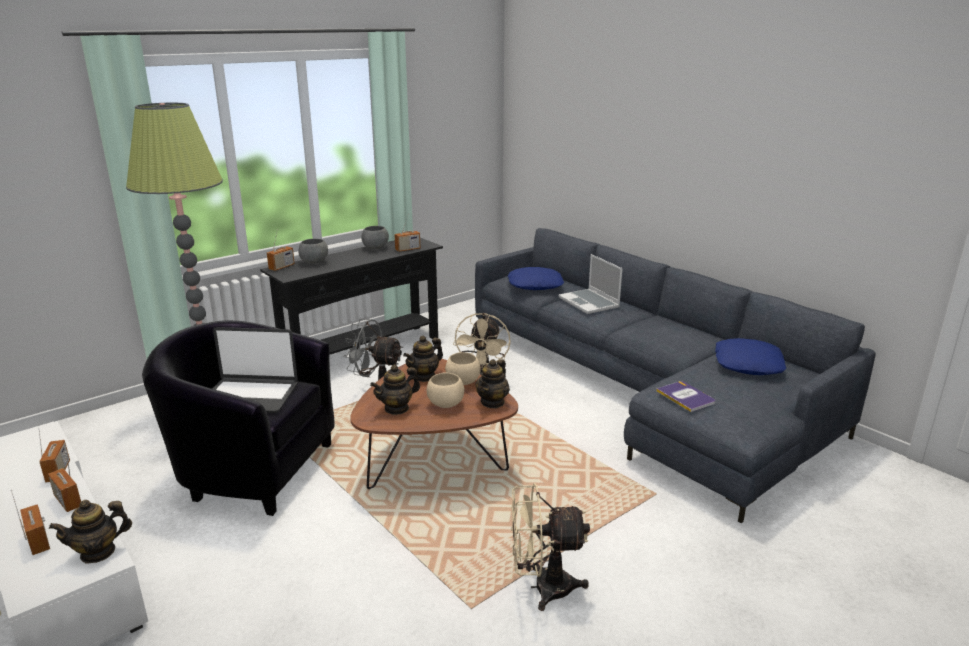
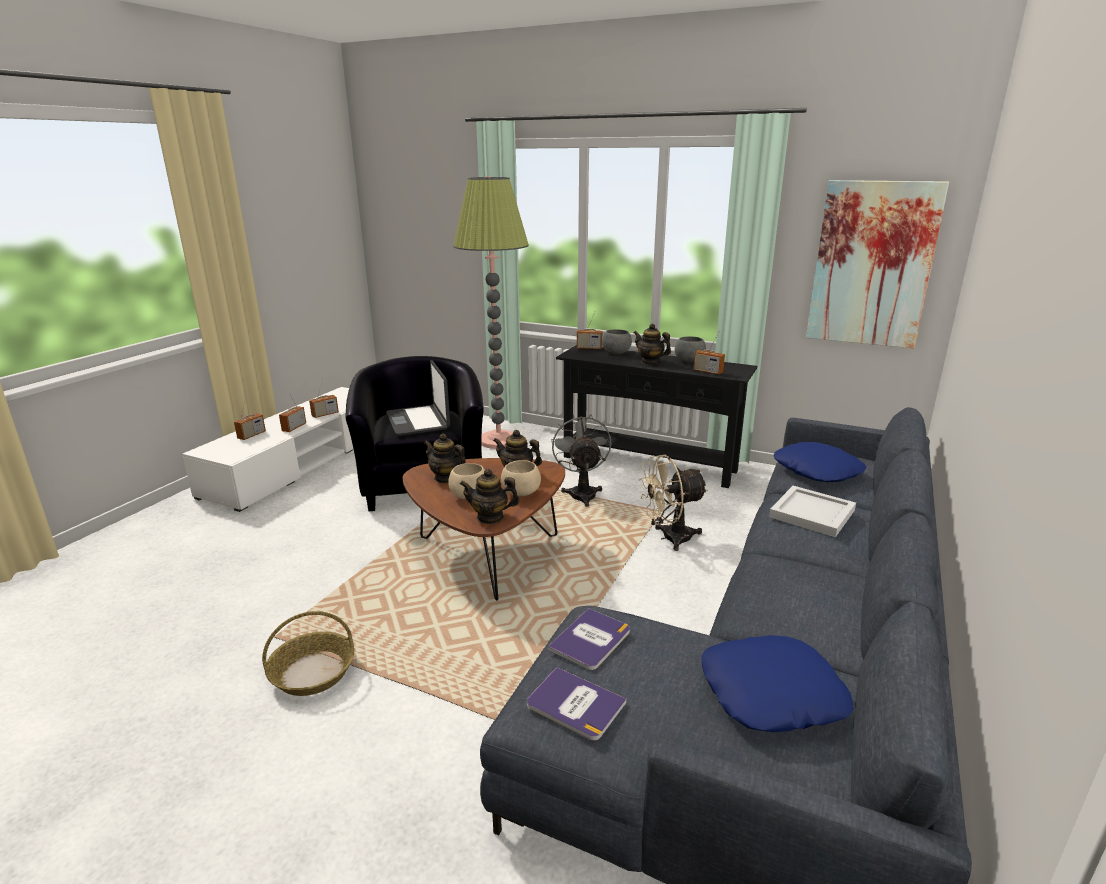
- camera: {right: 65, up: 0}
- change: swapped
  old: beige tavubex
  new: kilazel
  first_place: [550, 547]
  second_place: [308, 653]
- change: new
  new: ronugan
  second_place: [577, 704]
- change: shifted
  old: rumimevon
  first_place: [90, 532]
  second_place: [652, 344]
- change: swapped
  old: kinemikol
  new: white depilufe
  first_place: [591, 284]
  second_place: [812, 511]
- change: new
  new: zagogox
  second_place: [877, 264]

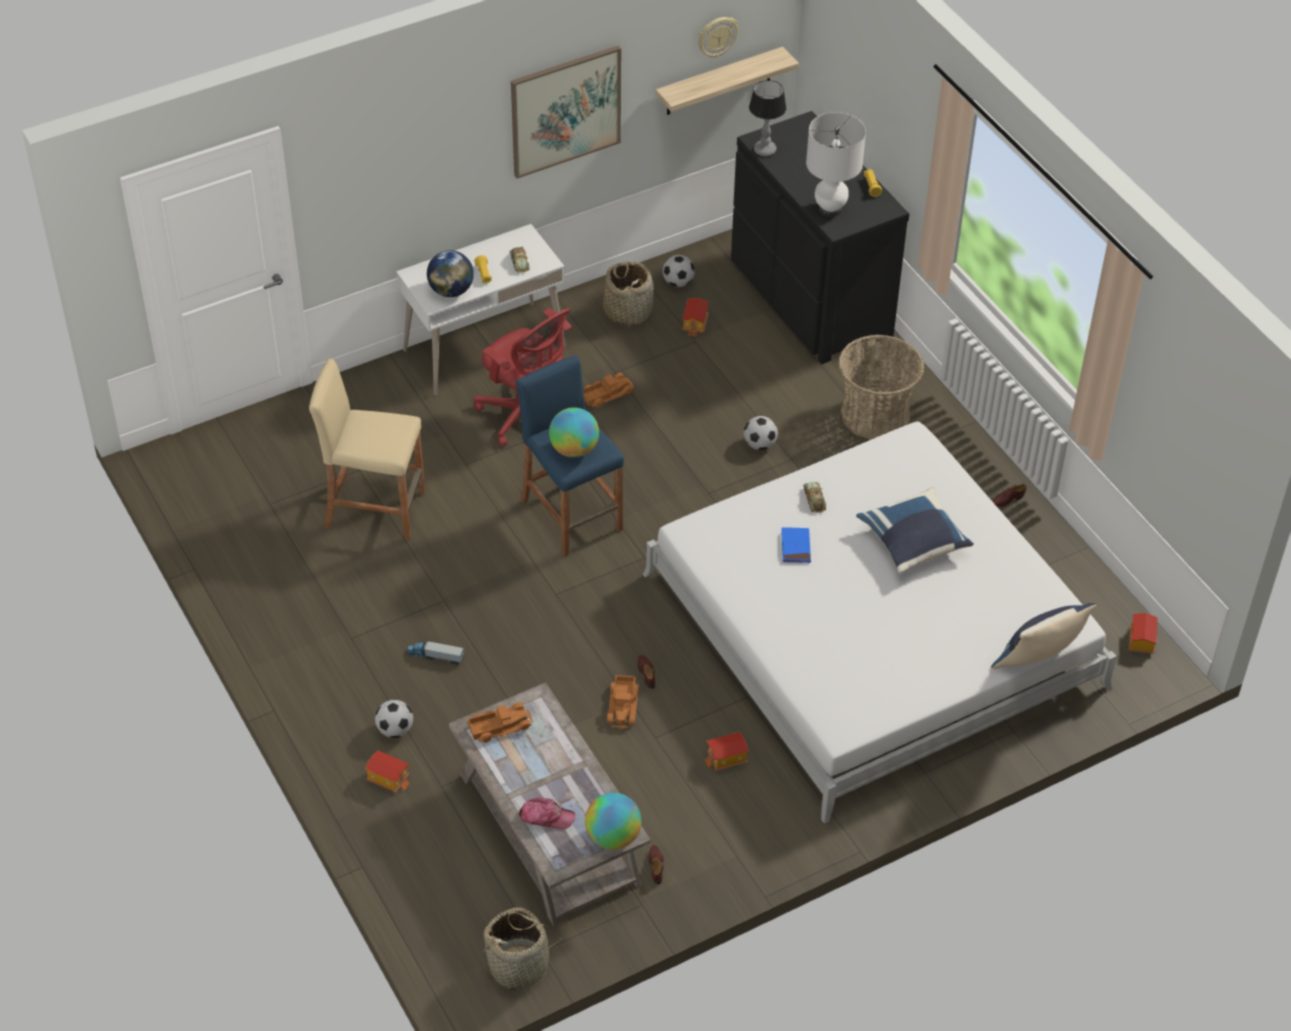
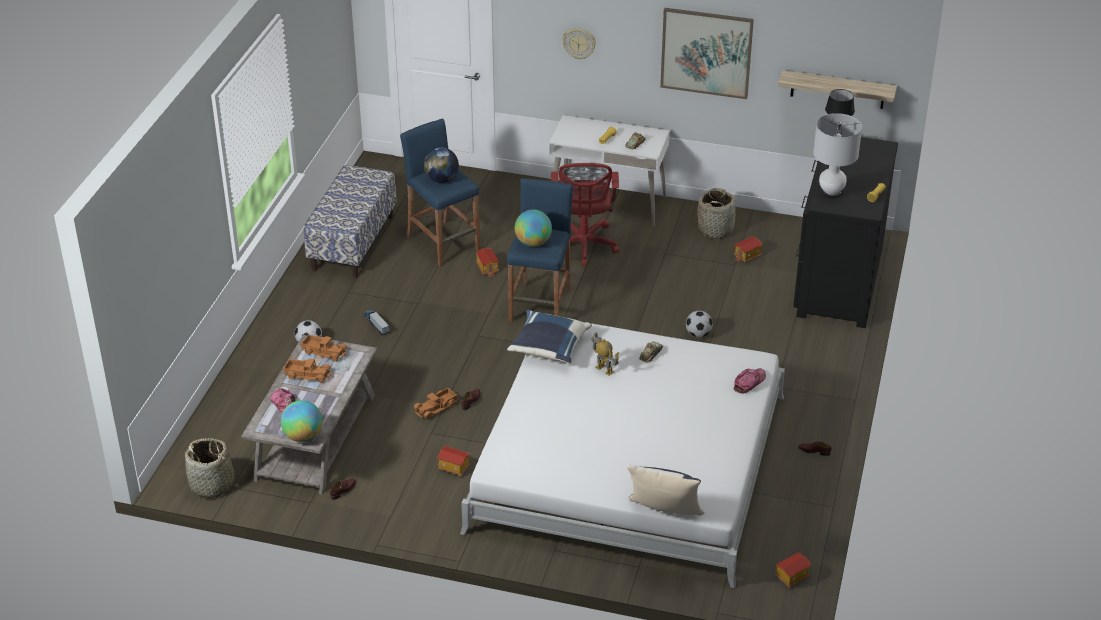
- camera: {right: 45, up: -10}
- change: shifted
  old: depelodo
  first_place: [608, 390]
  second_place: [307, 370]
- change: new
  new: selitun
  second_place: [350, 221]
- change: repainted
  old: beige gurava
  new: blue gurava
  first_place: [367, 449]
  second_place: [440, 193]
- change: shifted
  old: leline
  first_place: [450, 273]
  second_place: [441, 165]
- change: shifted
  old: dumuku
  first_place: [387, 772]
  second_place: [487, 262]
- change: shifted
  old: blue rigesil
  first_place: [915, 530]
  second_place: [549, 336]
- change: shifted
  old: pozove
  first_place: [718, 37]
  second_place: [579, 44]
- change: swapped
  old: blue ronugan
  new: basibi
  first_place: [796, 545]
  second_place: [605, 354]
- change: new
  new: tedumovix
  second_place: [750, 381]
- change: gone
  old: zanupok
  first_place: [679, 271]
- change: gone
  old: kilazel
  first_place: [881, 387]

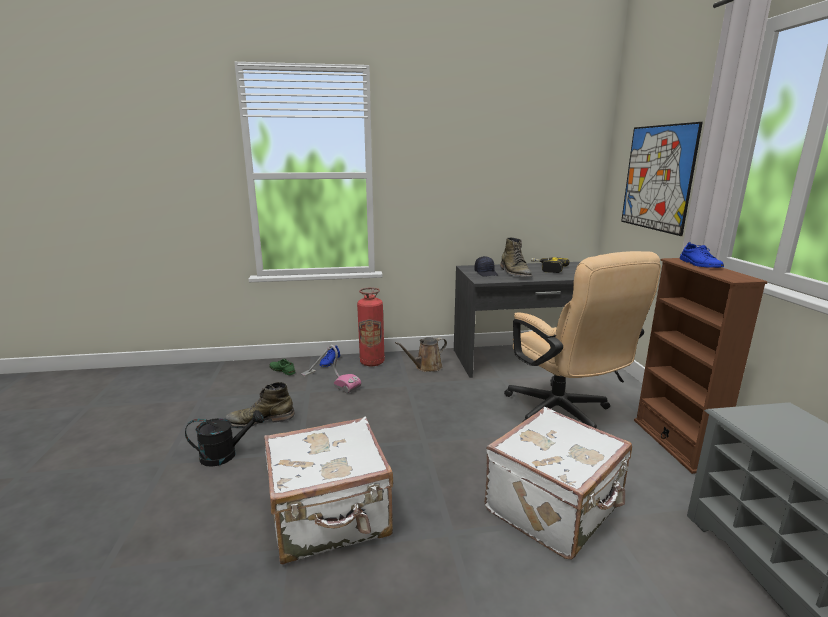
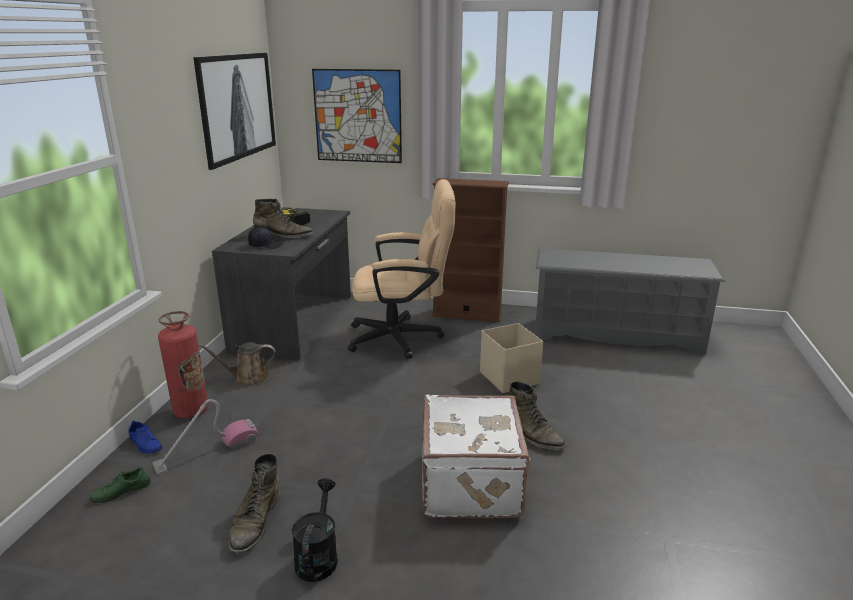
- camera: {right: -70, up: 5}
- change: new
  new: zagogox
  second_place: [234, 111]
- change: rotated
  old: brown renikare
  first_place: [421, 354]
  second_place: [236, 364]
  degrees: 90
- change: swapped
  old: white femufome
  new: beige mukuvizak
  first_place: [558, 483]
  second_place: [511, 358]
- change: new
  new: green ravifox
  second_place: [537, 415]
- change: gone
  old: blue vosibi
  first_place: [702, 255]

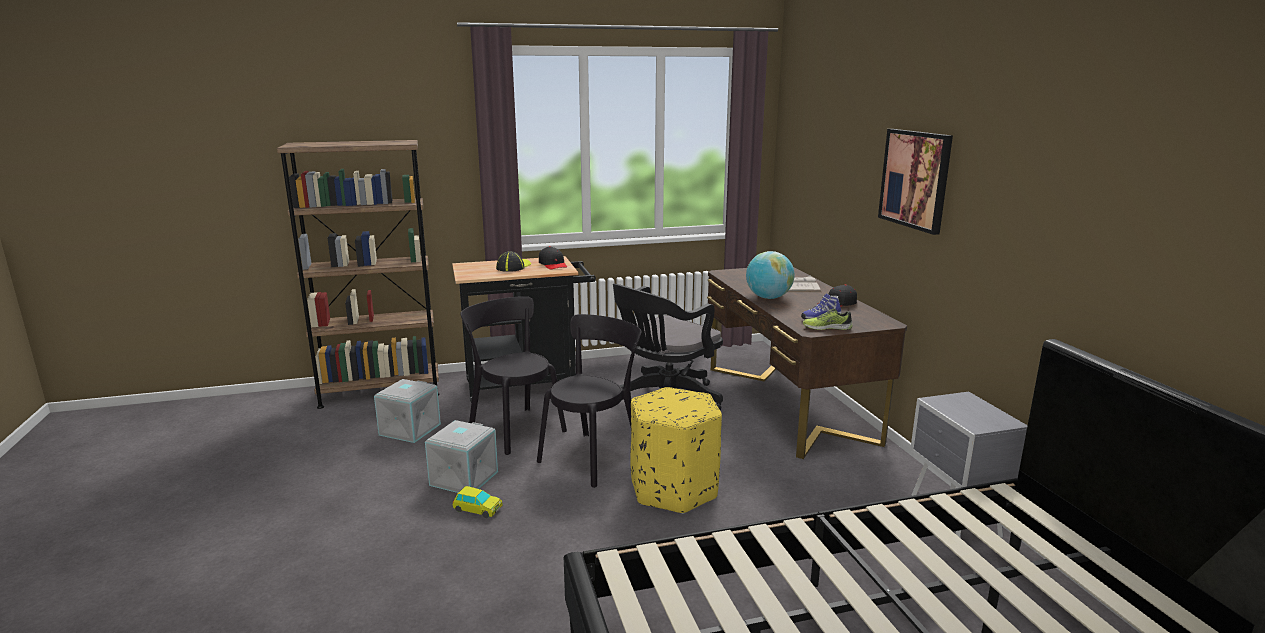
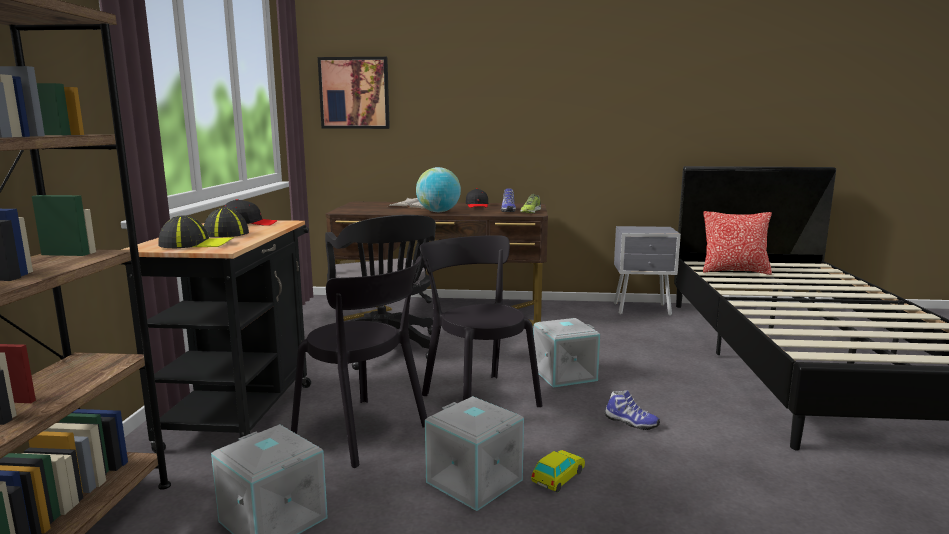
- camera: {right: -70, up: -5}
- change: new
  new: tedumovix
  second_place: [196, 231]
- change: rotated
  old: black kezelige
  first_place: [513, 375]
  second_place: [359, 362]
  degrees: -120
- change: shifted
  old: zagogox
  first_place: [915, 182]
  second_place: [354, 93]
- change: swapped
  old: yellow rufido
  new: grey mukuvizak
  first_place: [676, 450]
  second_place: [566, 352]
- change: new
  new: vosibi
  second_place: [632, 410]
- change: new
  new: rigesil
  second_place: [737, 243]

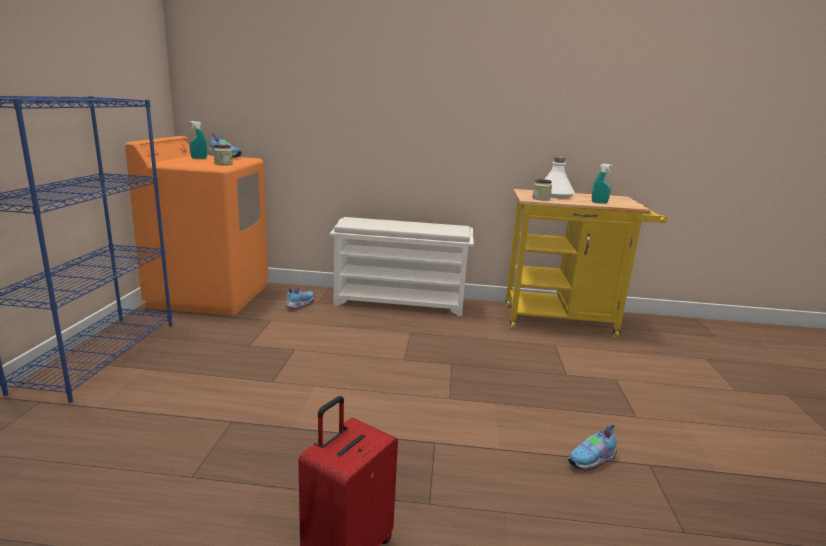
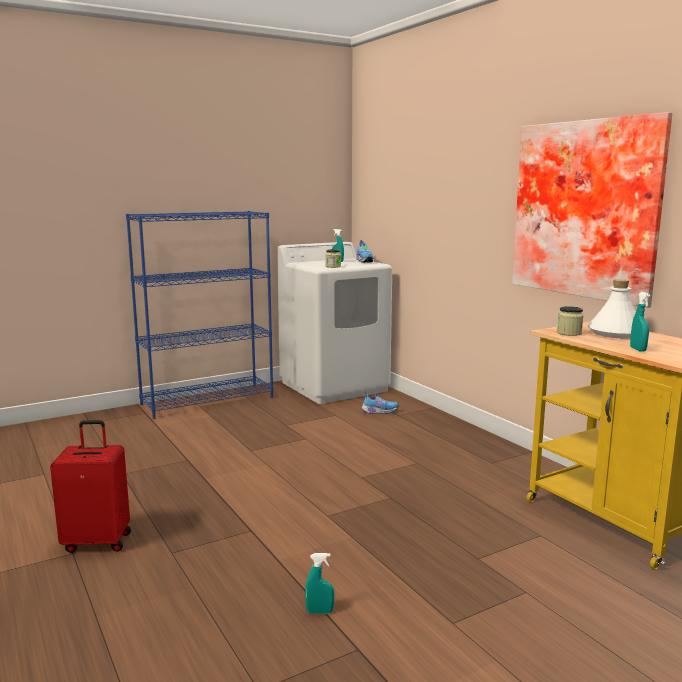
- camera: {right: 55, up: -5}
- change: repainted
  old: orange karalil
  new: white karalil
  first_place: [196, 226]
  second_place: [334, 323]
- change: swapped
  old: vosibi
  new: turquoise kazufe
  first_place: [592, 447]
  second_place: [319, 583]
- change: new
  new: zagogox
  second_place: [592, 210]
- change: gone
  old: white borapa
  first_place: [402, 266]

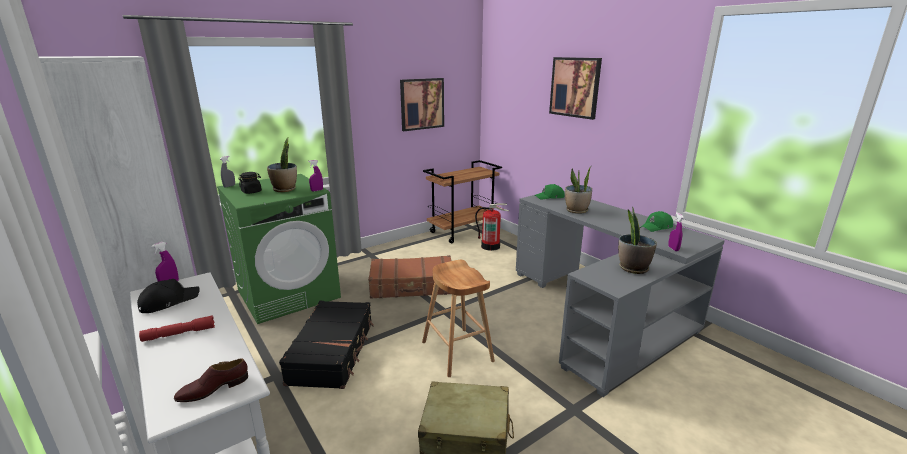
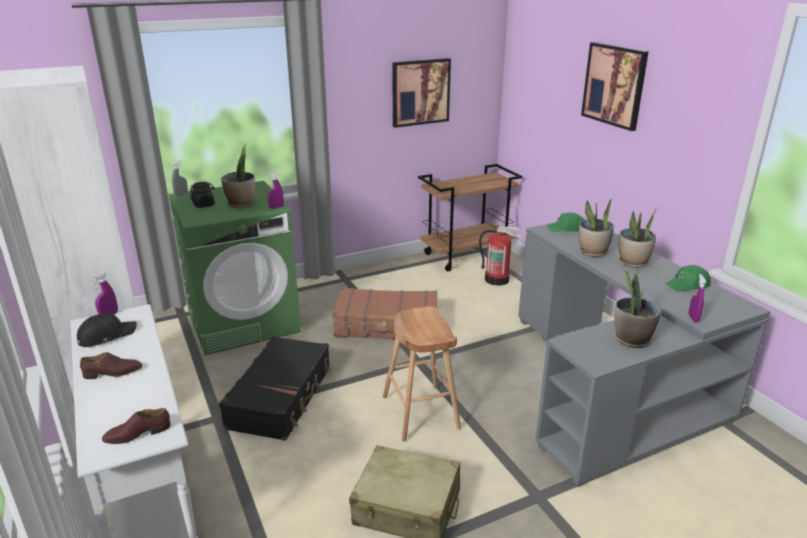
- camera: {right: 10, up: 5}
- change: swapped
  old: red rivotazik
  new: brown vosibi
  first_place: [177, 328]
  second_place: [111, 365]
- change: new
  new: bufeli
  second_place: [639, 237]

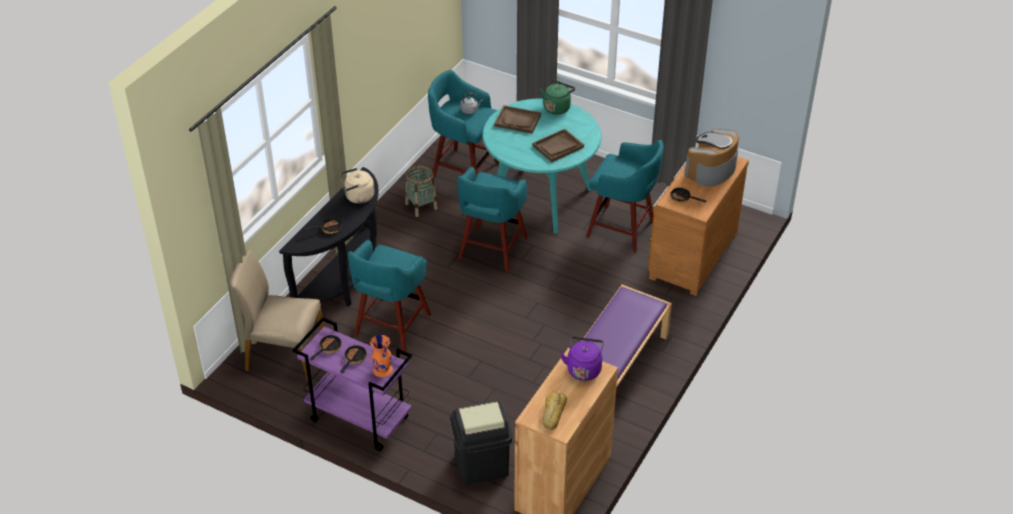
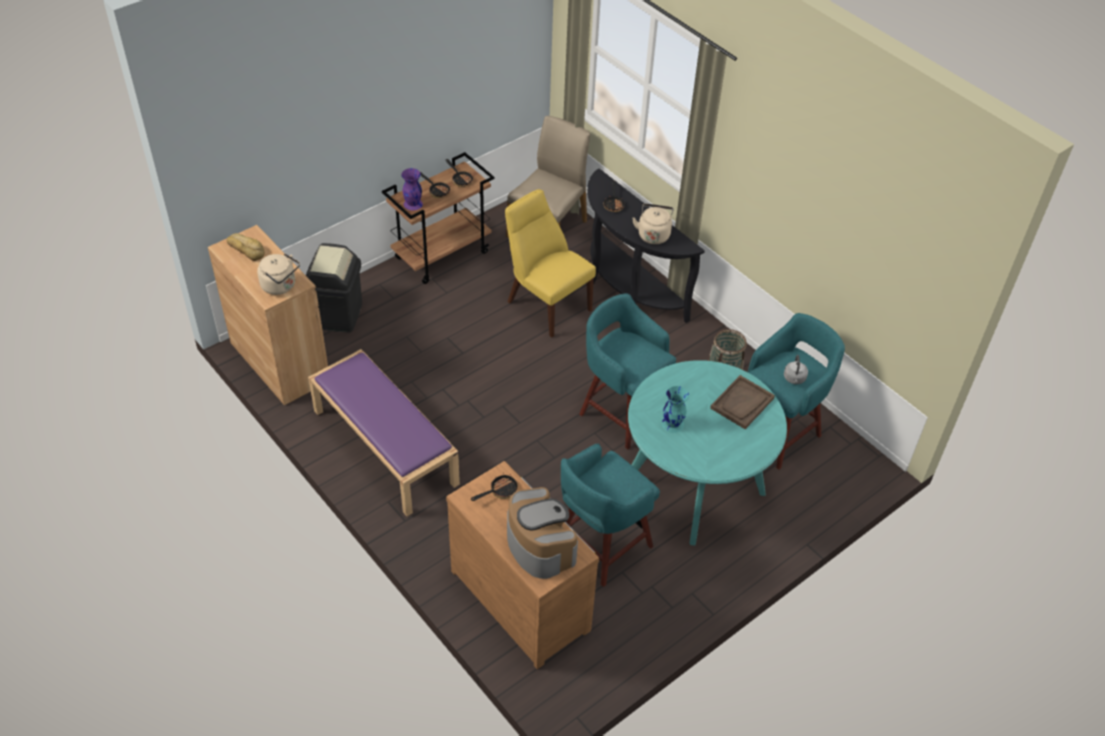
- camera: {right: 110, up: 5}
- change: repainted
  old: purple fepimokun
  new: beige fepimokun
  first_place: [582, 359]
  second_place: [278, 274]
- change: repainted
  old: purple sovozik
  new: brown sovozik
  first_place: [352, 384]
  second_place: [438, 218]
- change: repainted
  old: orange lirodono
  new: purple lirodono
  first_place: [381, 356]
  second_place: [412, 189]
- change: swapped
  old: turquoise gurava
  new: yellow kezelige
  first_place: [389, 296]
  second_place: [550, 263]
- change: swapped
  old: brown depilufe
  new: turquoise lirodono
  first_place: [558, 145]
  second_place: [675, 409]
- change: gone
  old: green fepimokun
  first_place: [557, 97]

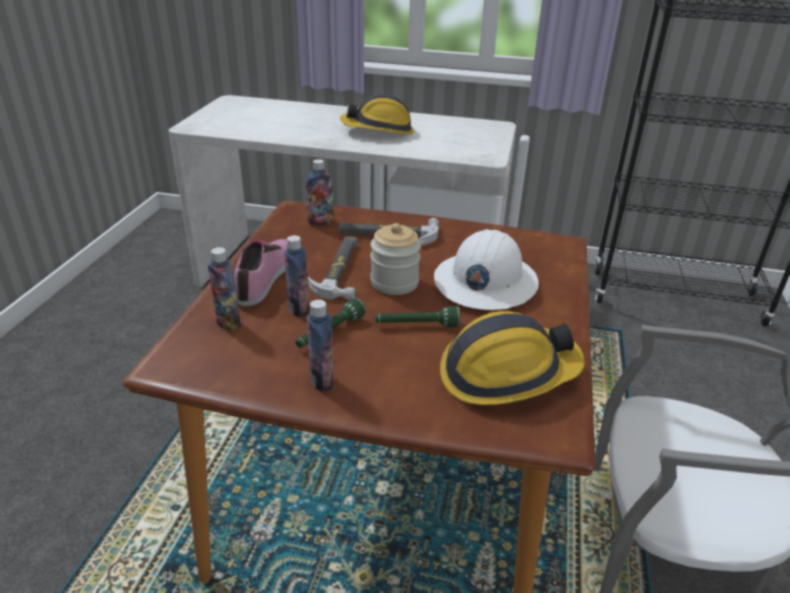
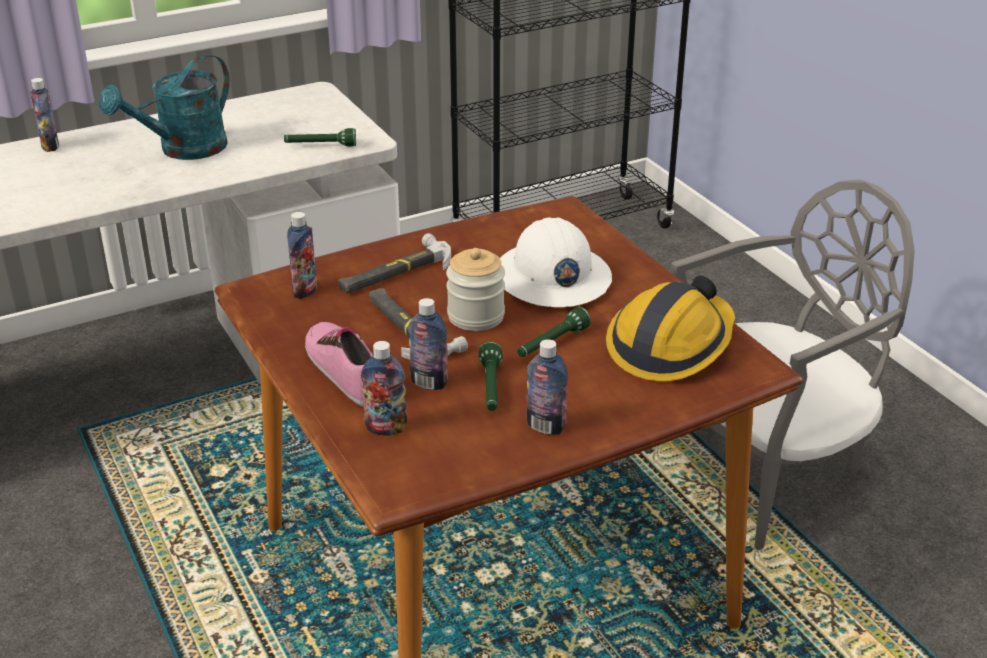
- camera: {right: -40, up: 0}
- change: new
  new: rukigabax
  second_place: [44, 115]
- change: swapped
  old: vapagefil
  new: turquoise renikare
  first_place: [377, 114]
  second_place: [164, 107]
- change: new
  new: green rivotazik
  second_place: [320, 137]

